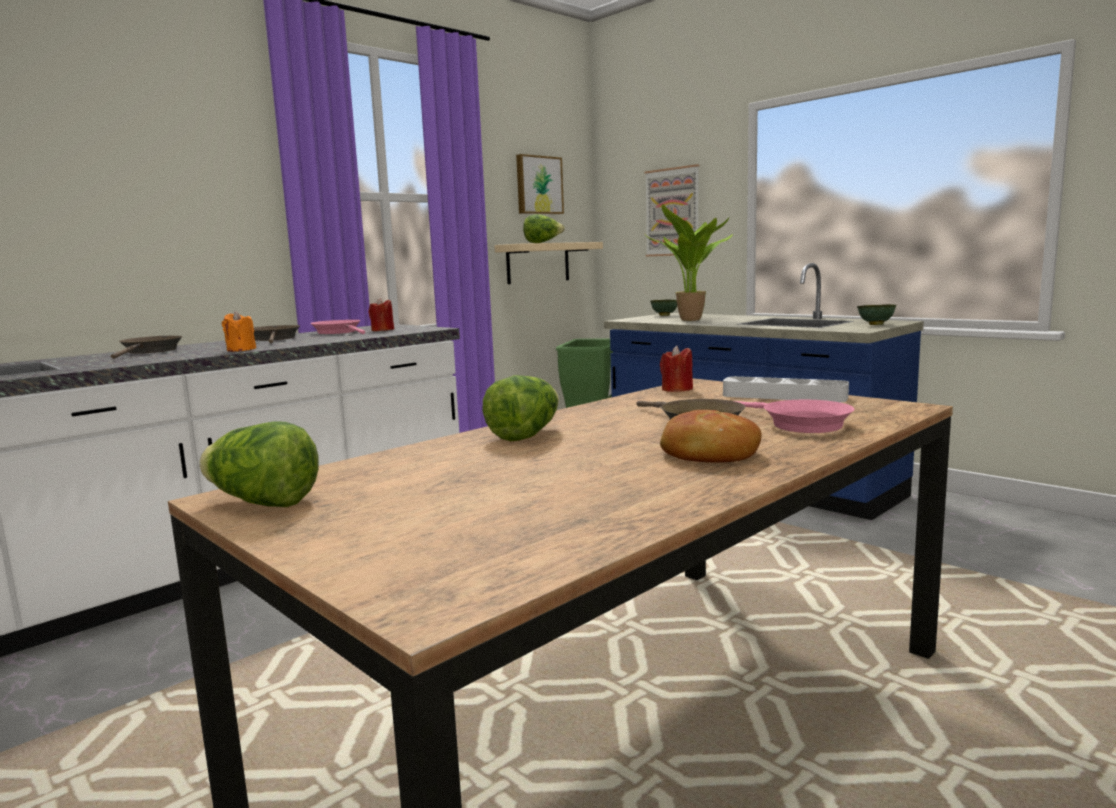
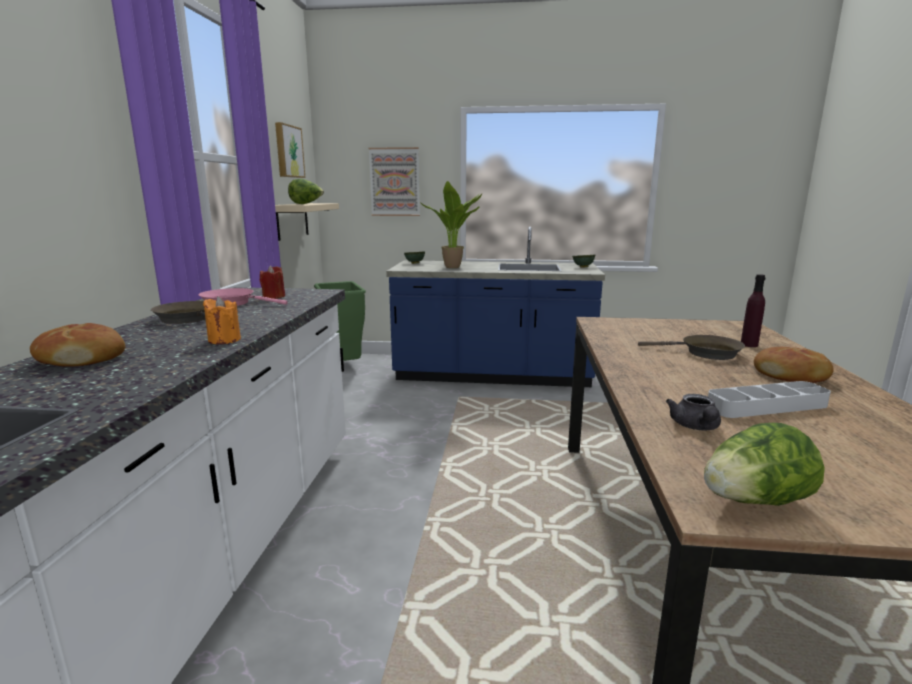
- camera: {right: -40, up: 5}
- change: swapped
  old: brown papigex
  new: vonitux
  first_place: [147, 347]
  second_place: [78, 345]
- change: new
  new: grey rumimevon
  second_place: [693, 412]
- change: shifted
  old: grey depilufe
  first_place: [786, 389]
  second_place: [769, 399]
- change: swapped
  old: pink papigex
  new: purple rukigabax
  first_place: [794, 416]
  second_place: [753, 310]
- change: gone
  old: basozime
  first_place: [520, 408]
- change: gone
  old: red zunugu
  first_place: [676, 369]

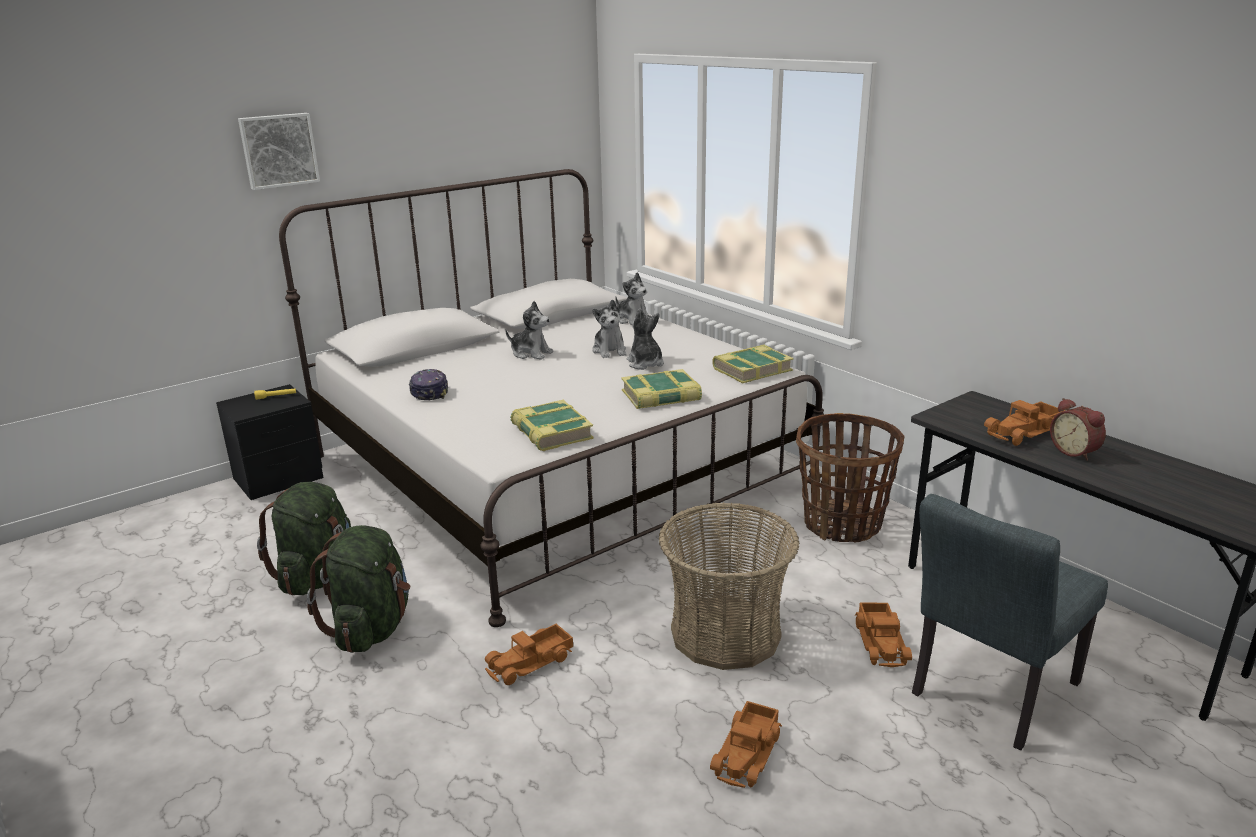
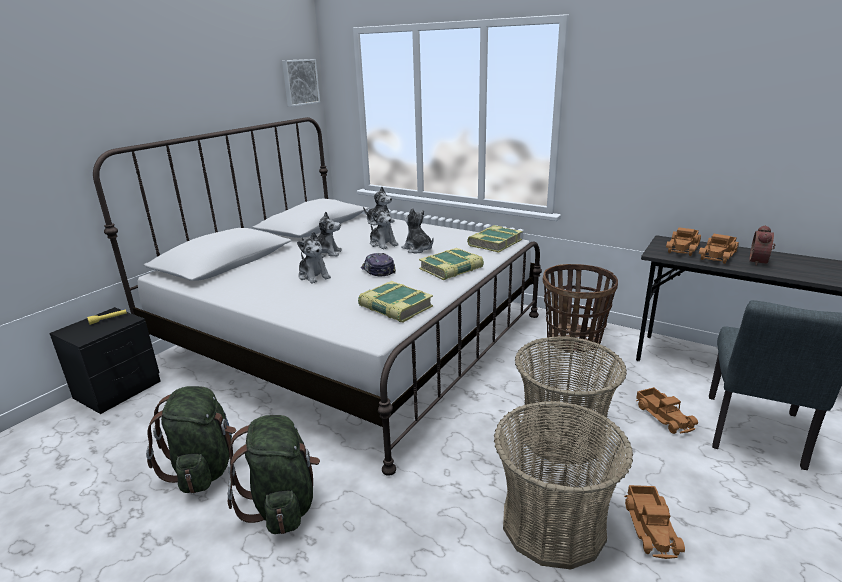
- camera: {right: -20, up: 0}
- change: shifted
  old: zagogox
  first_place: [279, 151]
  second_place: [301, 83]
- change: new
  new: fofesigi
  second_place: [314, 258]
- change: shifted
  old: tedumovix
  first_place: [428, 384]
  second_place: [378, 265]
- change: new
  new: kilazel
  second_place: [564, 485]
- change: shifted
  old: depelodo
  first_place: [529, 654]
  second_place: [683, 241]
- change: rotated
  old: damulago
  first_place: [1078, 429]
  second_place: [762, 245]
  degrees: 75

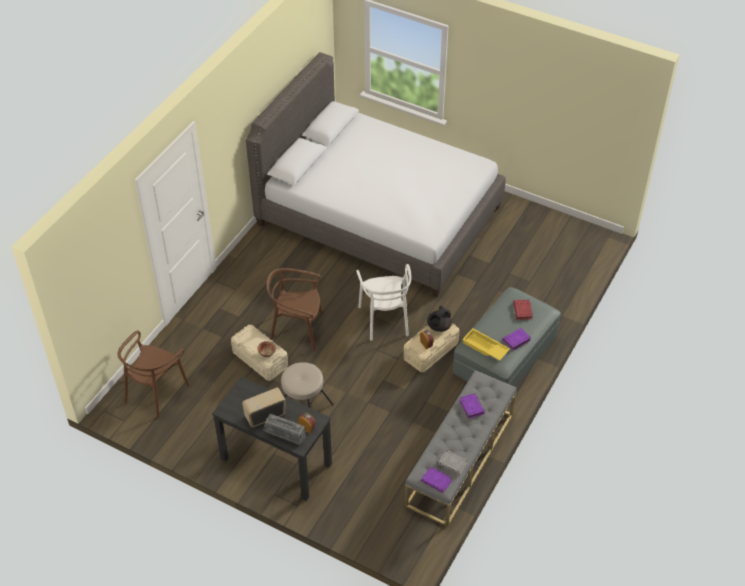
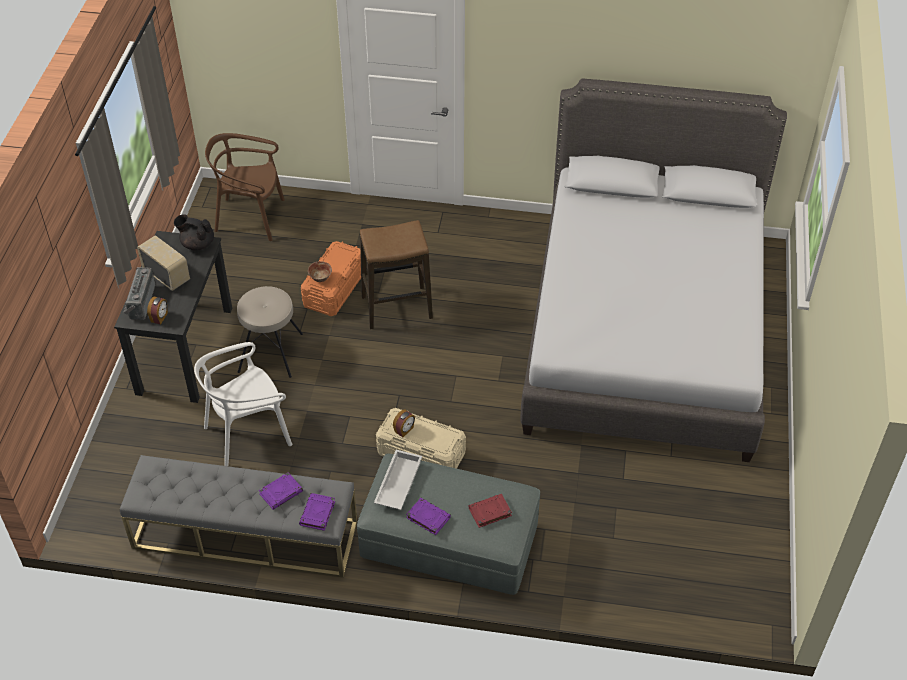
- camera: {right: 70, up: 0}
- change: shifted
  old: black rumimevon
  first_place: [439, 319]
  second_place: [194, 232]
- change: shifted
  old: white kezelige
  first_place: [384, 302]
  second_place: [243, 404]
- change: shifted
  old: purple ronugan
  first_place: [437, 480]
  second_place: [317, 512]
- change: repainted
  old: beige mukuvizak
  new: orange mukuvizak
  first_place: [259, 353]
  second_place: [331, 278]
- change: swapped
  old: brown kezelige
  new: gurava
  first_place: [294, 309]
  second_place: [396, 274]
- change: repainted
  old: yellow depilufe
  new: white depilufe
  first_place: [486, 344]
  second_place: [398, 480]
- change: gone
  old: grey ronugan
  first_place: [453, 463]

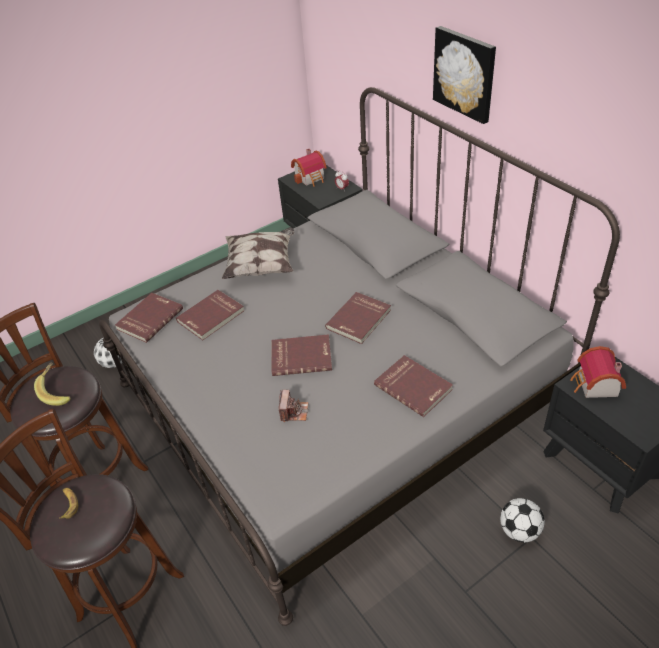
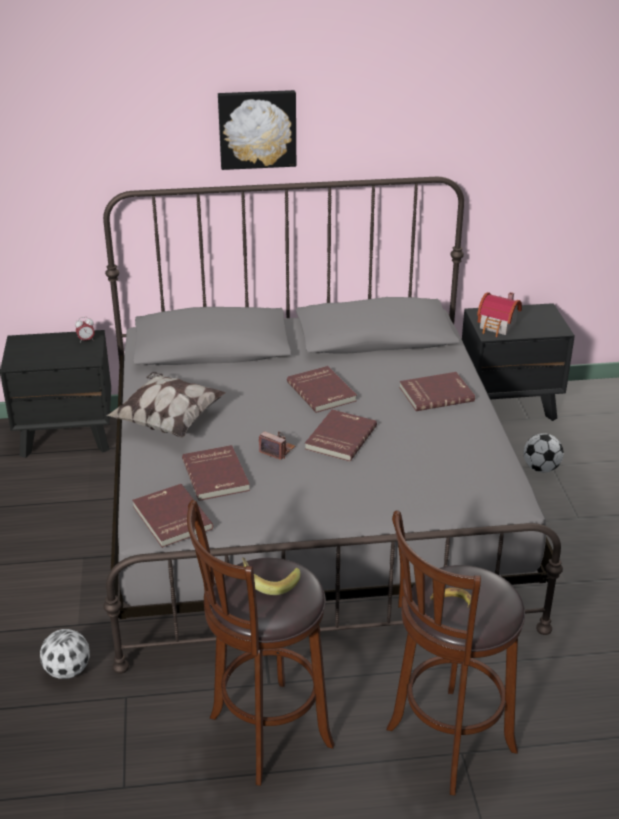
- camera: {right: -65, up: -10}
- change: shifted
  old: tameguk
  first_place: [294, 406]
  second_place: [277, 445]
- change: gone
  old: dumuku
  first_place: [309, 168]

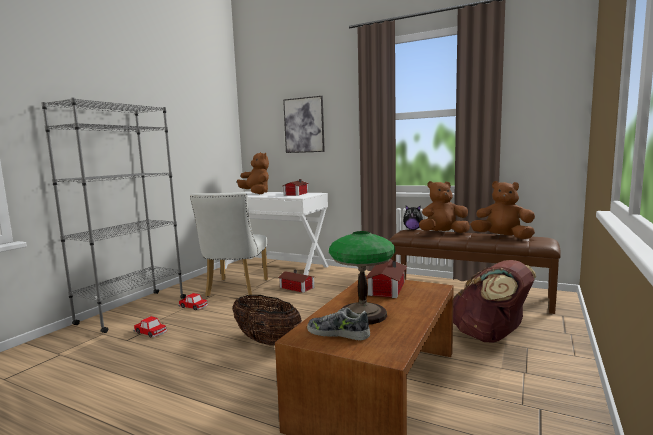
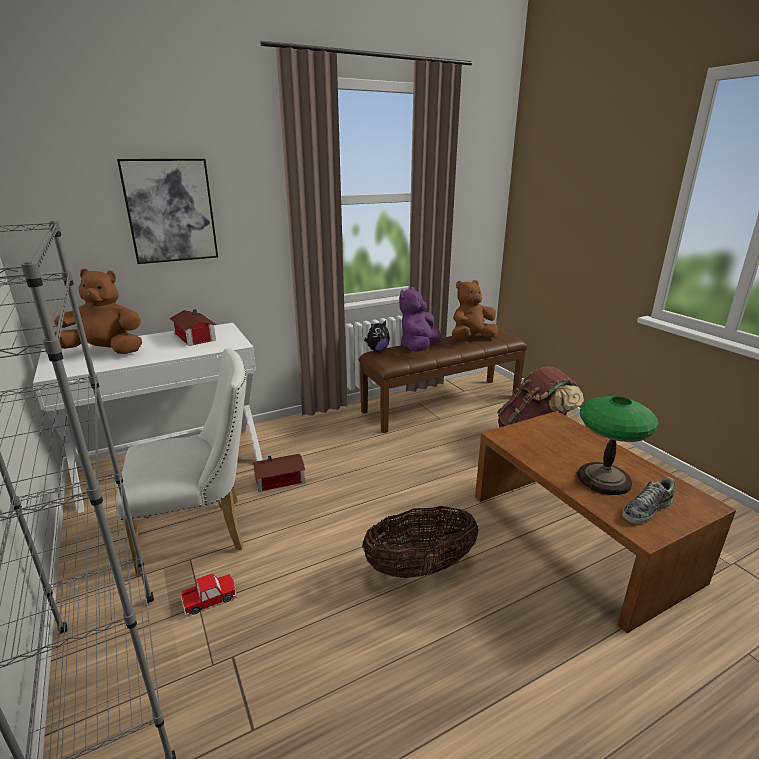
- camera: {right: -55, up: 15}
- change: rotated
  old: white kezelige
  first_place: [229, 244]
  second_place: [180, 462]
  degrees: -60
- change: repainted
  old: brown fofesigi
  new: purple fofesigi
  first_place: [444, 207]
  second_place: [420, 319]
- change: gone
  old: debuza
  first_place: [150, 327]
- change: gone
  old: dumuku
  first_place: [386, 279]

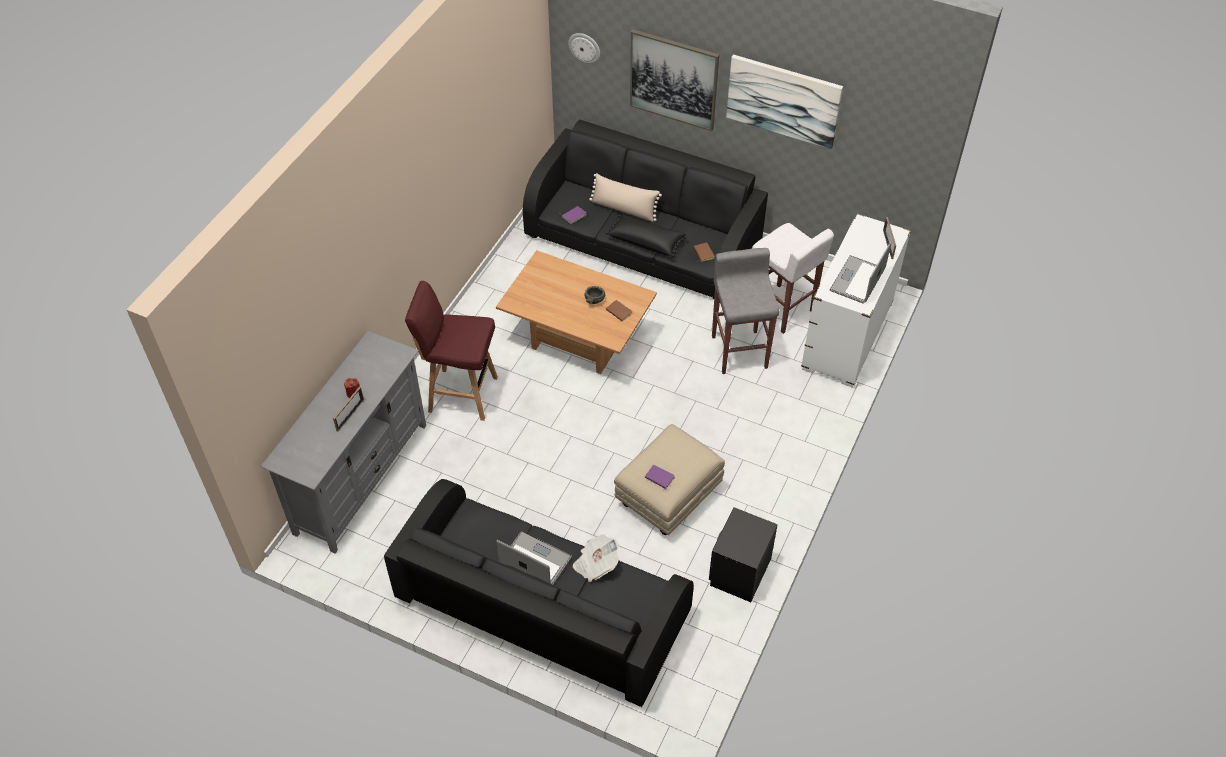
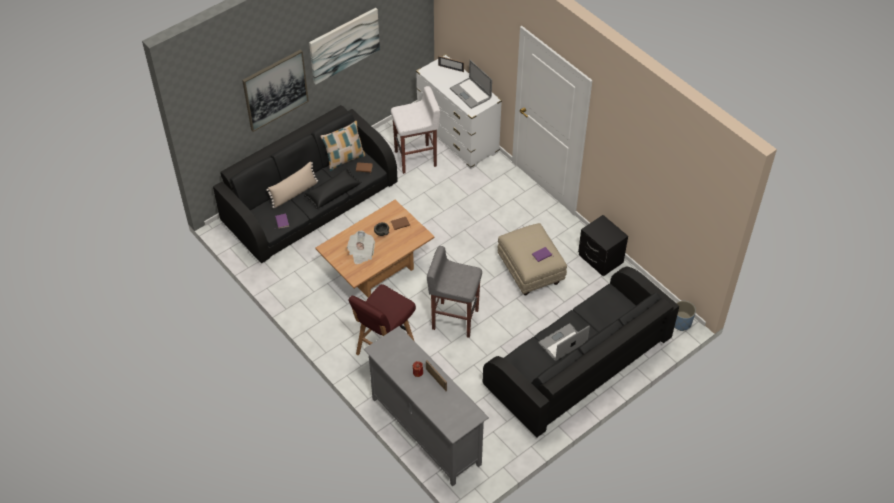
- camera: {right: -65, up: 0}
- change: new
  new: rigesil
  second_place: [342, 146]
- change: shifted
  old: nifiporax
  first_place: [596, 558]
  second_place: [361, 247]
- change: shifted
  old: grey gurava
  first_place: [745, 311]
  second_place: [454, 292]
- change: new
  new: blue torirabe
  second_place: [685, 316]
- change: gone
  old: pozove
  first_place: [584, 48]

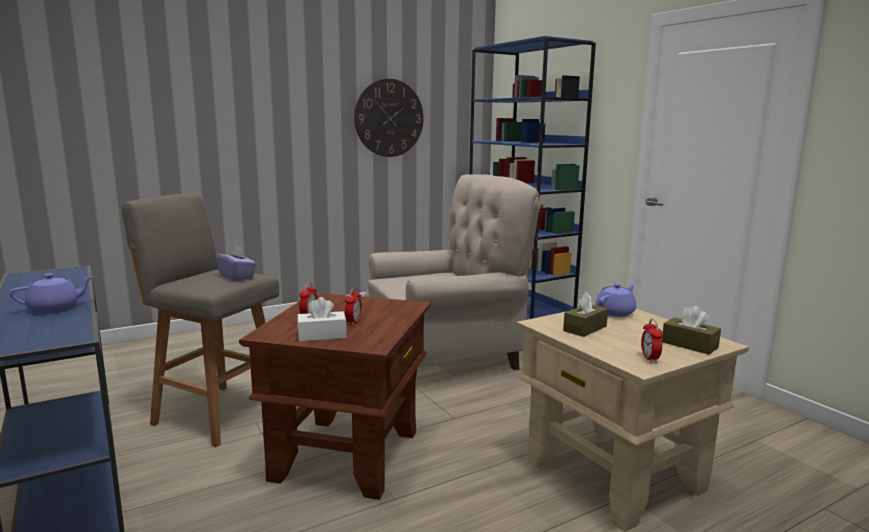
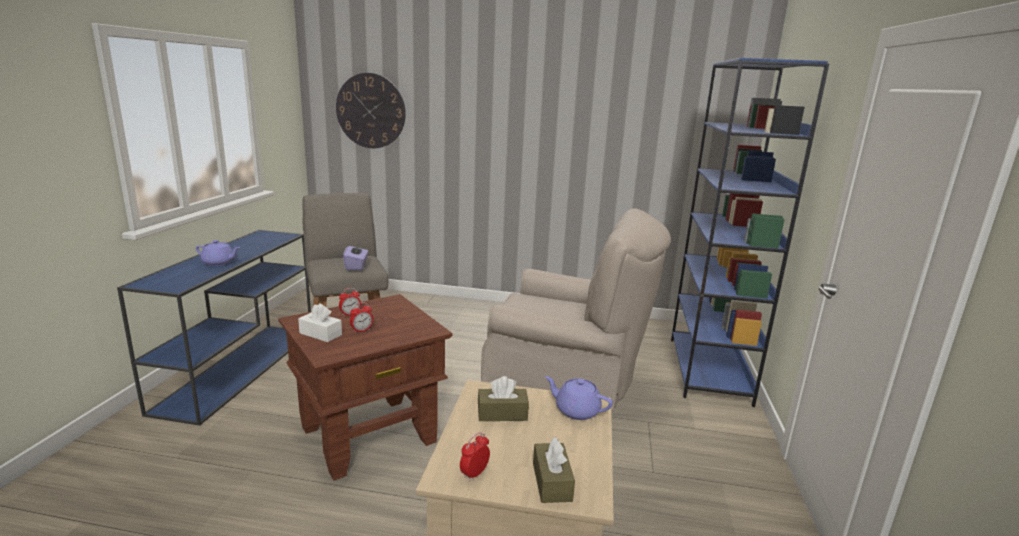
- camera: {right: 40, up: 5}
- change: shifted
  old: pozove
  first_place: [388, 118]
  second_place: [371, 110]
- change: rotated
  old: purple rumimevon
  first_place: [616, 300]
  second_place: [579, 398]
  degrees: -150

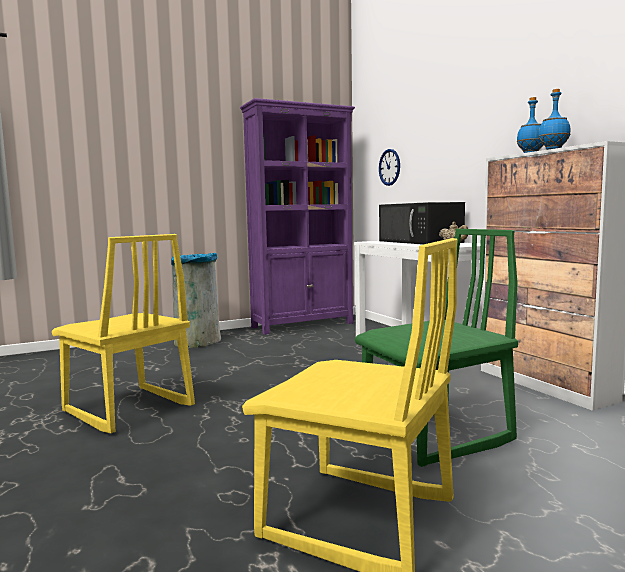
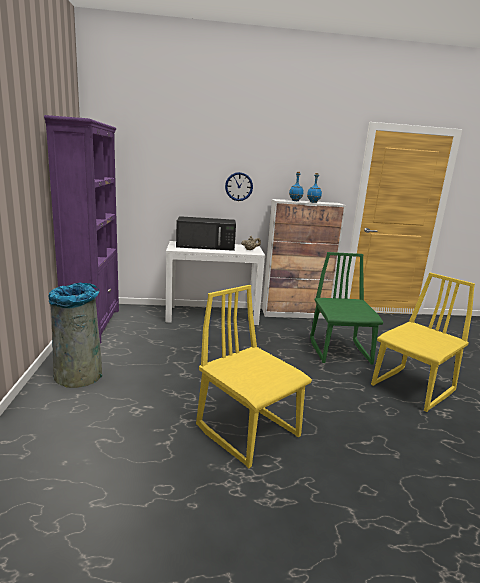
- camera: {right: -70, up: 10}
- change: rotated
  old: yellow kezelige
  first_place: [123, 333]
  second_place: [254, 376]
  degrees: -105
- change: shifted
  old: pozove
  first_place: [389, 167]
  second_place: [239, 186]

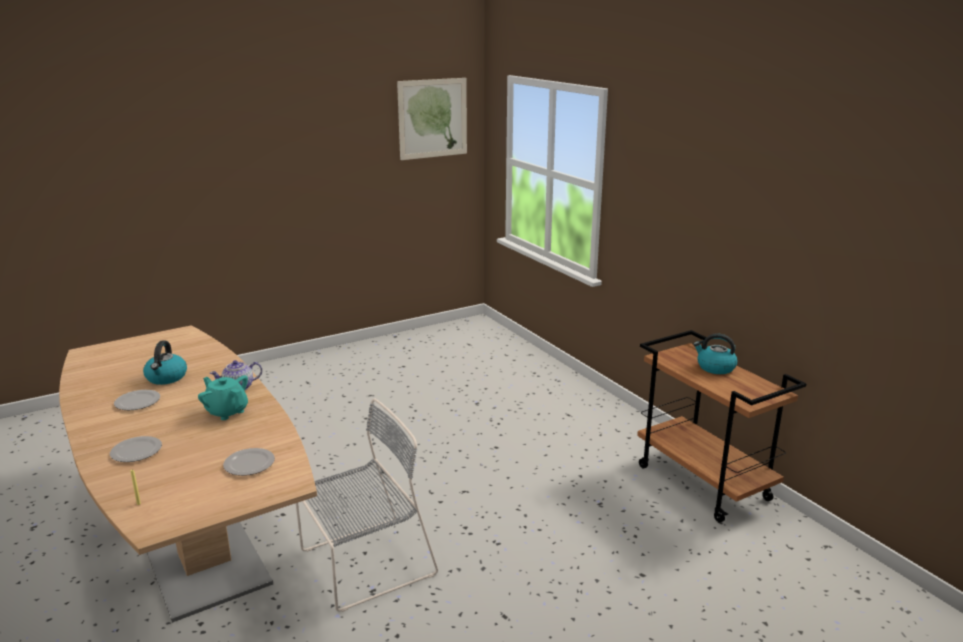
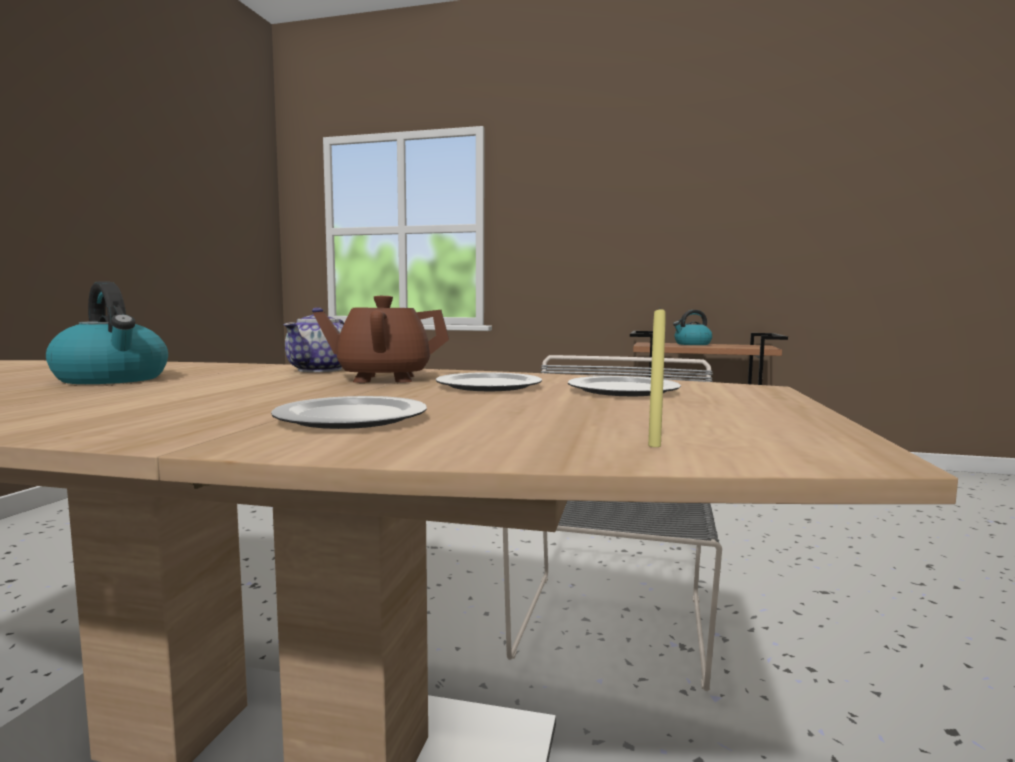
- camera: {right: -45, up: -15}
- change: repainted
  old: turquoise rumimevon
  new: brown rumimevon
  first_place: [223, 397]
  second_place: [381, 339]
- change: shifted
  old: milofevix
  first_place: [137, 400]
  second_place: [489, 381]
- change: gone
  old: zagogox
  first_place: [432, 119]

